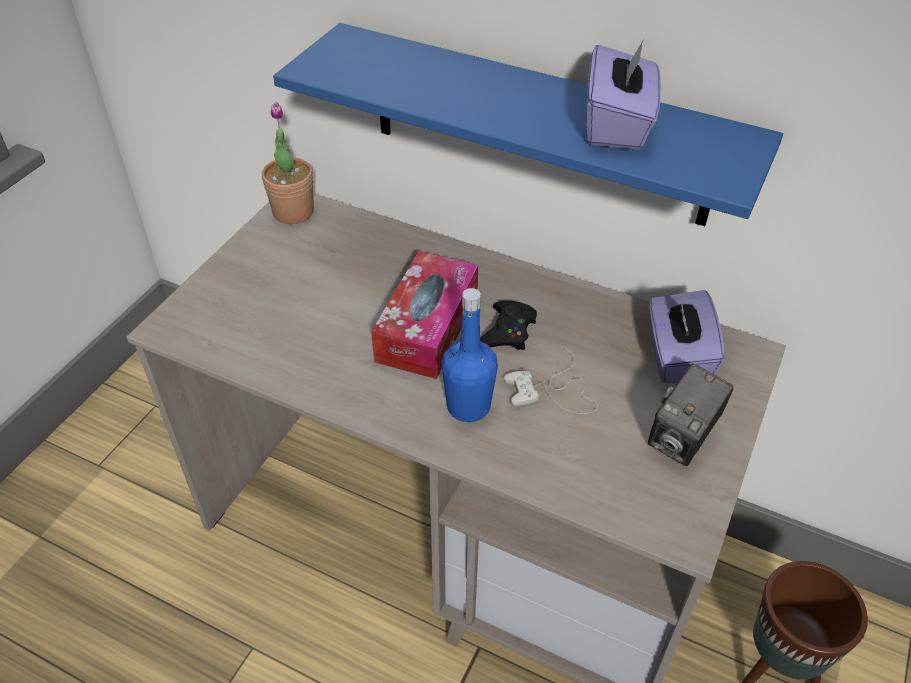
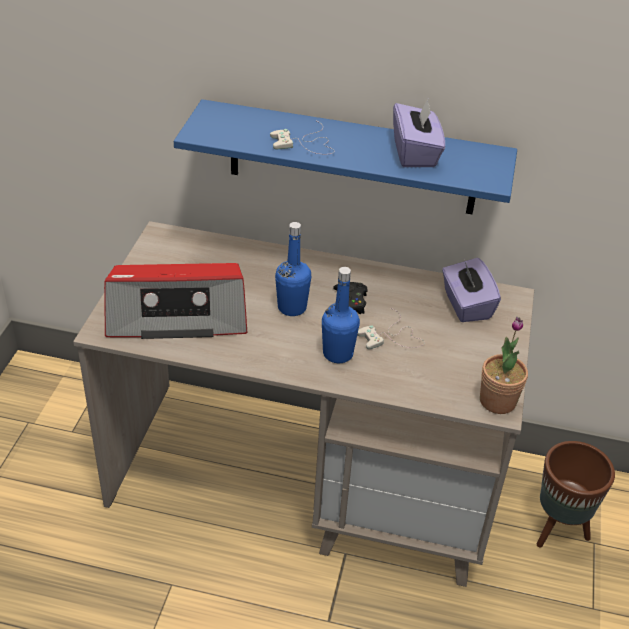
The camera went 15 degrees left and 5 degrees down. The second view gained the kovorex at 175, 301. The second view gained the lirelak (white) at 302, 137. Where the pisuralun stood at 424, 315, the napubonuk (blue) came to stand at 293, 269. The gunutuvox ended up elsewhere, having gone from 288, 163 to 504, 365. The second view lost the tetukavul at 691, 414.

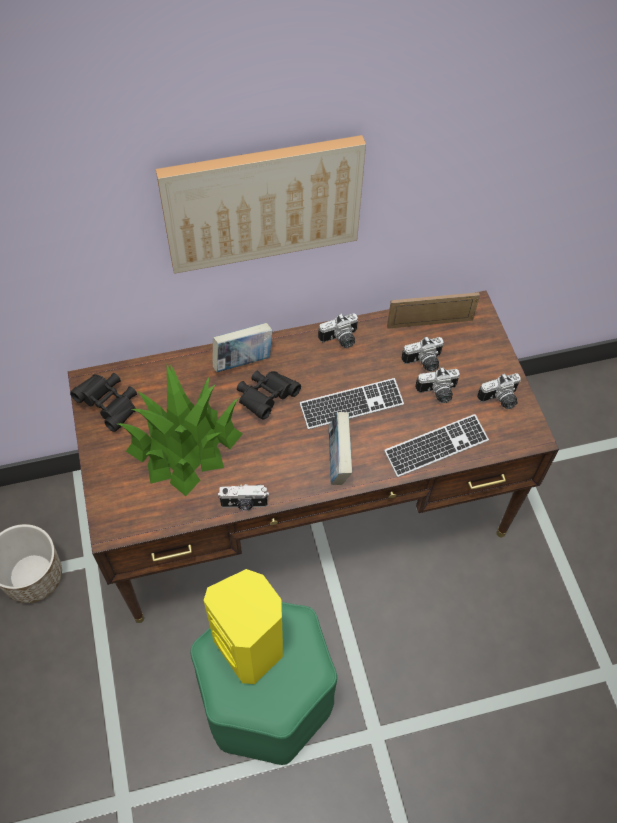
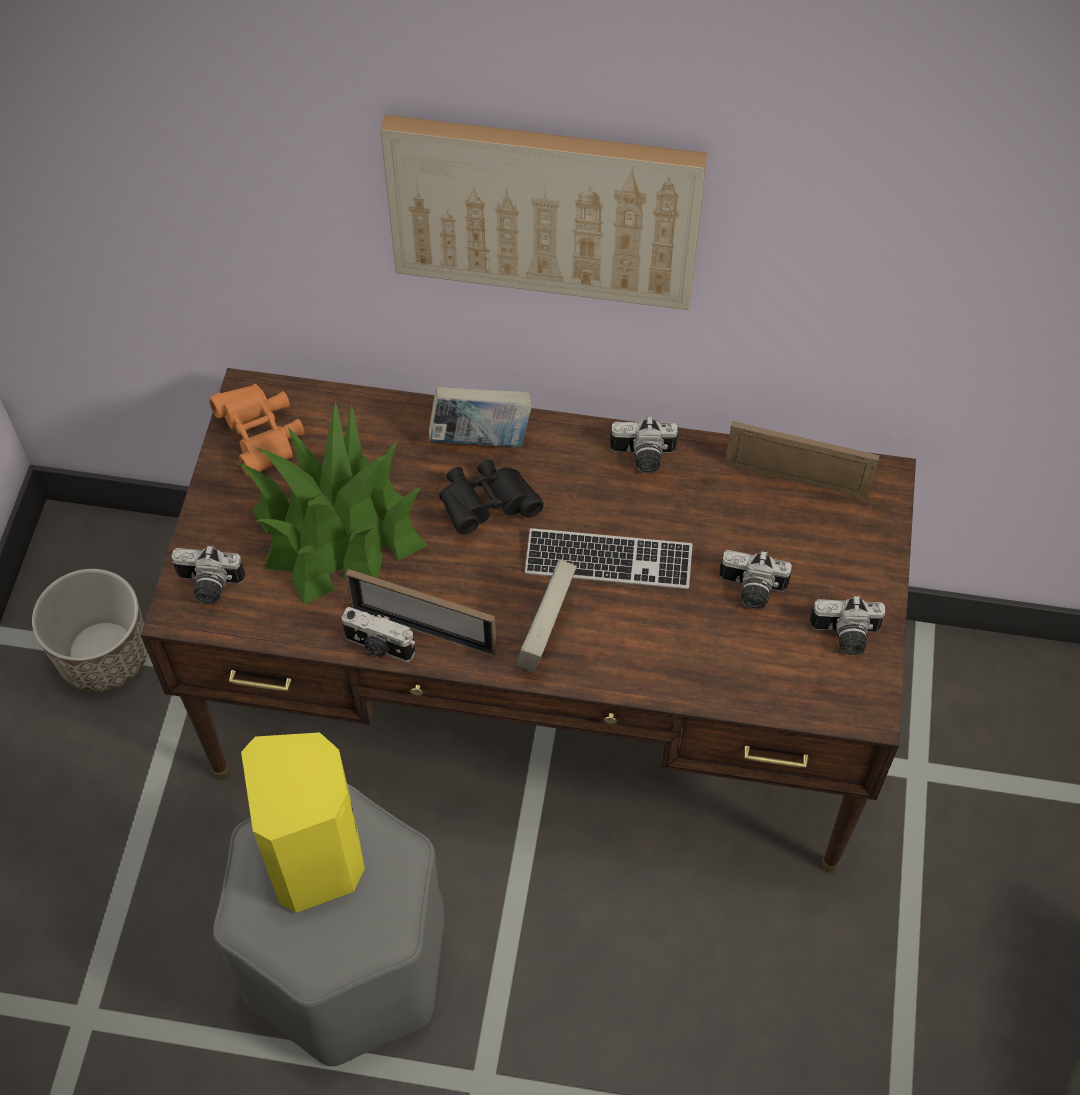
The camera went 25 degrees right and 0 degrees up. The tetukavul ended up elsewhere, having gone from 422, 354 to 208, 574. What was the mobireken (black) at 103, 402 turned into the mobireken (orange) at 257, 430. What was the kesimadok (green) at 263, 683 turned into the kesimadok (grey) at 328, 925. The second view gained the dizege at 421, 613. The second view lost the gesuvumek at 436, 445.

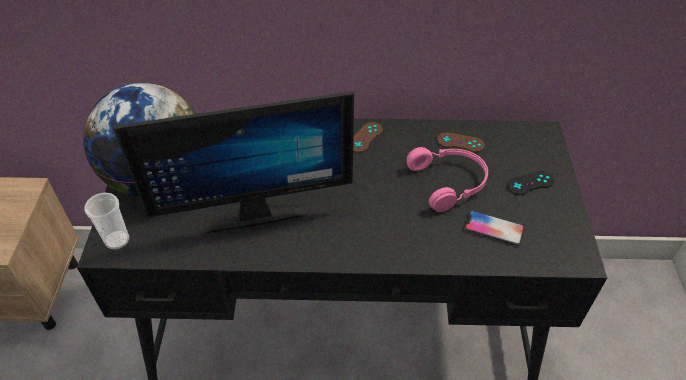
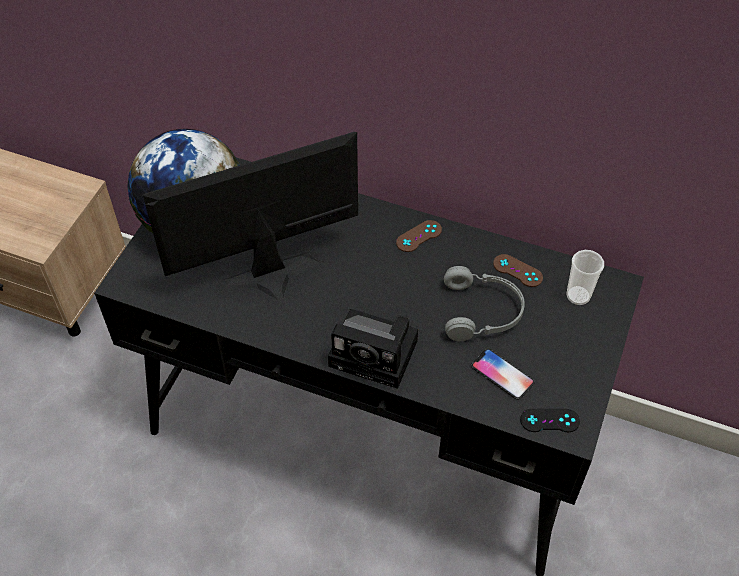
The camera went 20 degrees right and 5 degrees up. The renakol at 233, 162 ended up facing another way, 150 degrees clockwise from before. The second view gained the tetukavul at 373, 349. What was the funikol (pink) at 447, 179 turned into the funikol (grey) at 484, 303. The lirelak (black) ended up elsewhere, having gone from 530, 183 to 550, 420. The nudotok ended up elsewhere, having gone from 106, 221 to 585, 277.

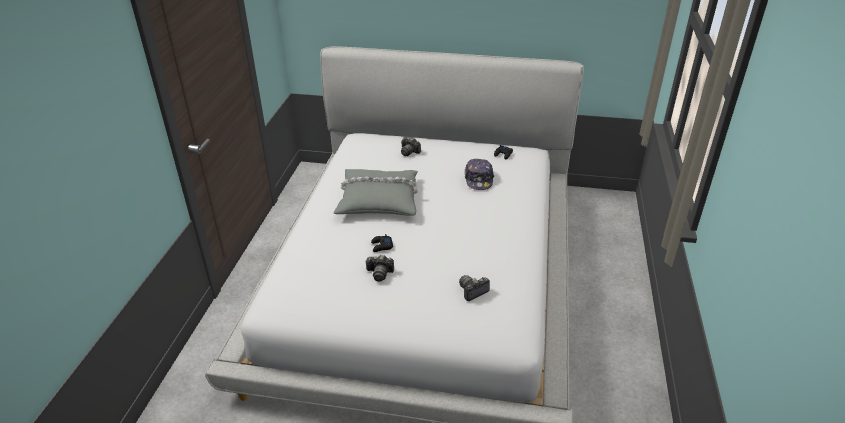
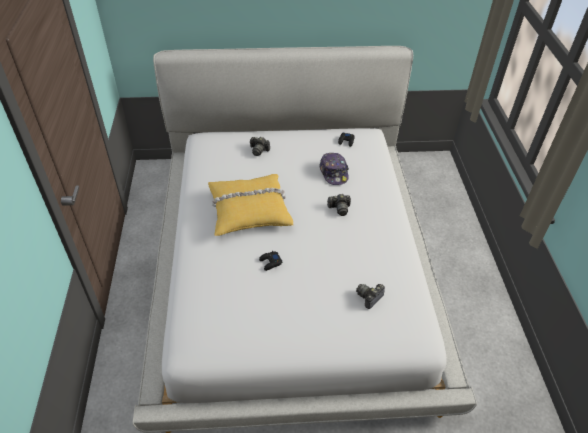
The camera went 15 degrees left and 10 degrees up. What was the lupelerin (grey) at 376, 192 turned into the lupelerin (yellow) at 250, 205. The tetukavul ended up elsewhere, having gone from 379, 268 to 339, 205.

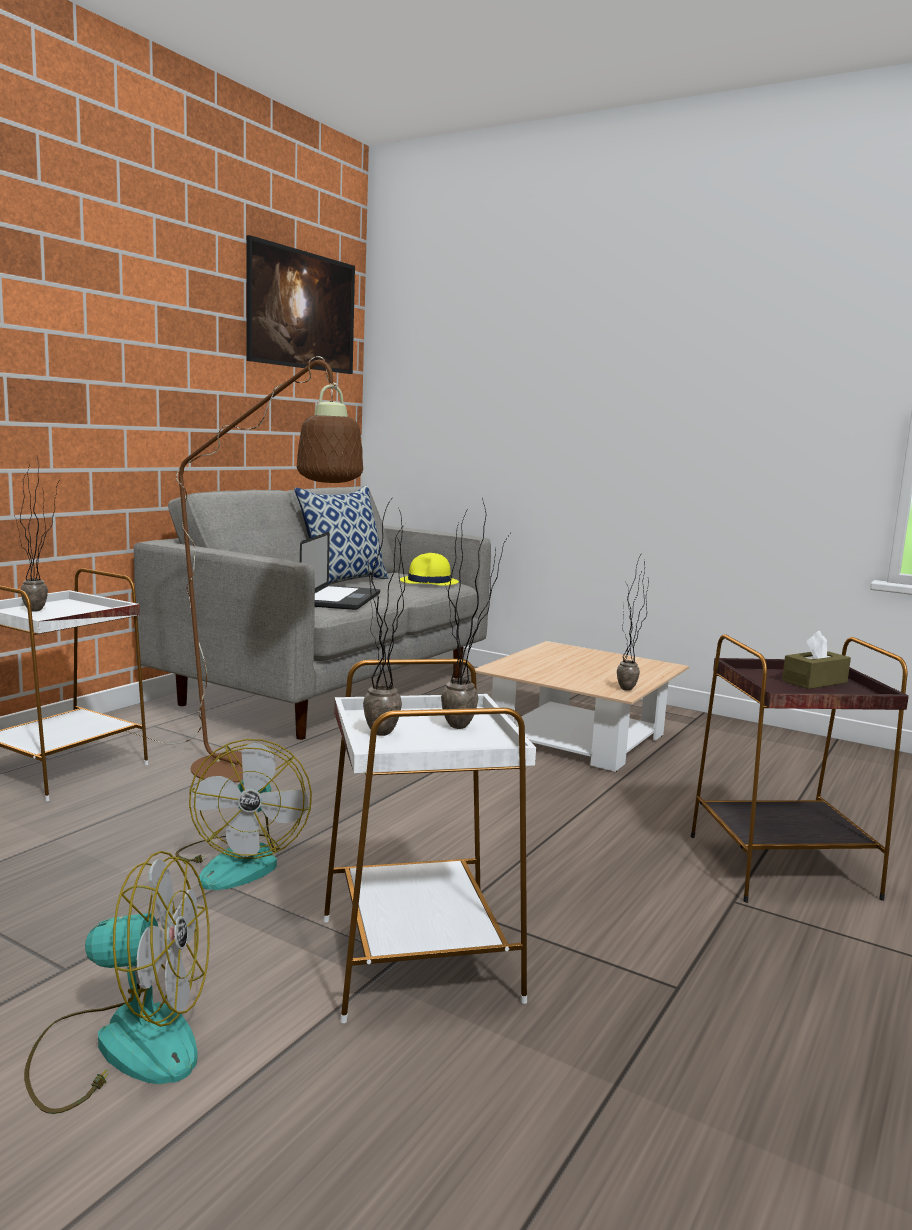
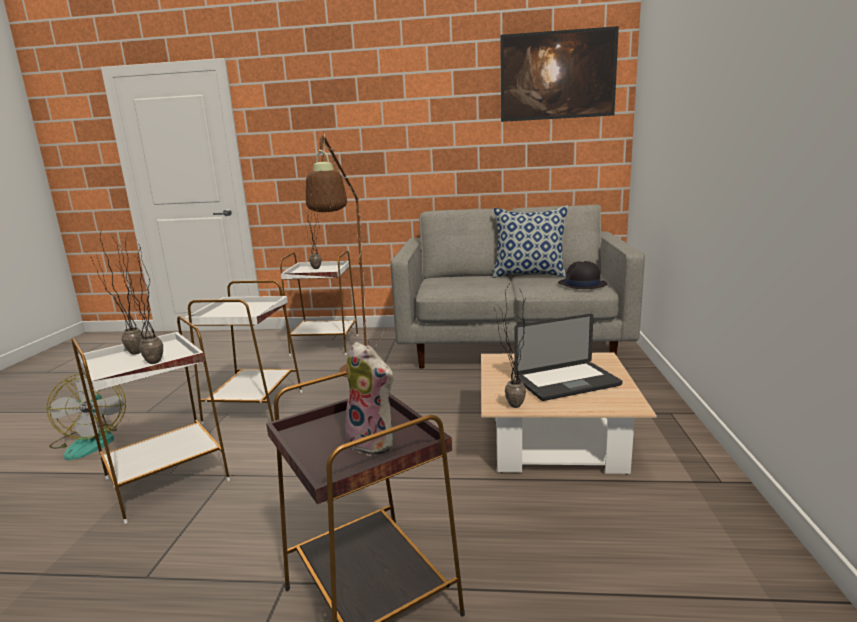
The camera went 65 degrees right and 5 degrees up. Where the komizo stood at 243, 814, the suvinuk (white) came to stand at 243, 352. Where the pisuralun (brown) stood at 816, 660, the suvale came to stand at 369, 399. The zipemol ended up elsewhere, having gone from 340, 571 to 568, 357. What was the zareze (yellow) at 429, 569 turned into the zareze (black) at 582, 275.

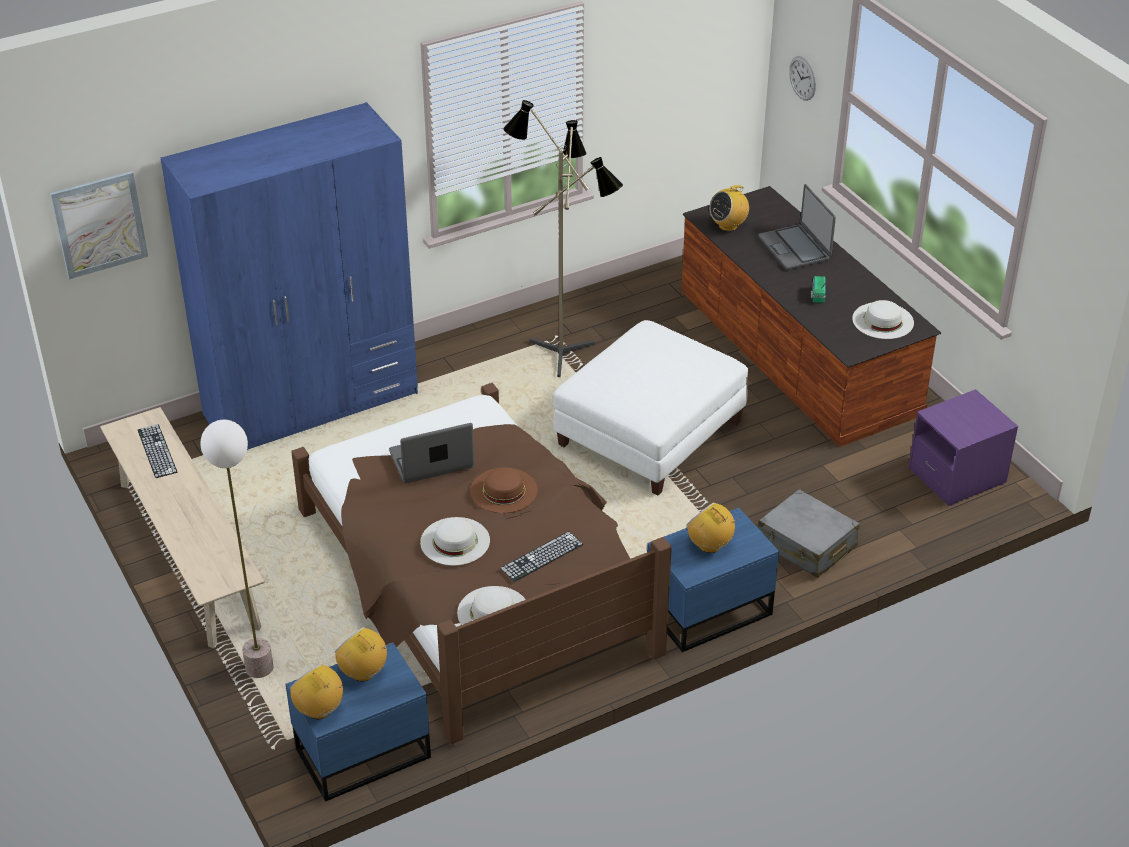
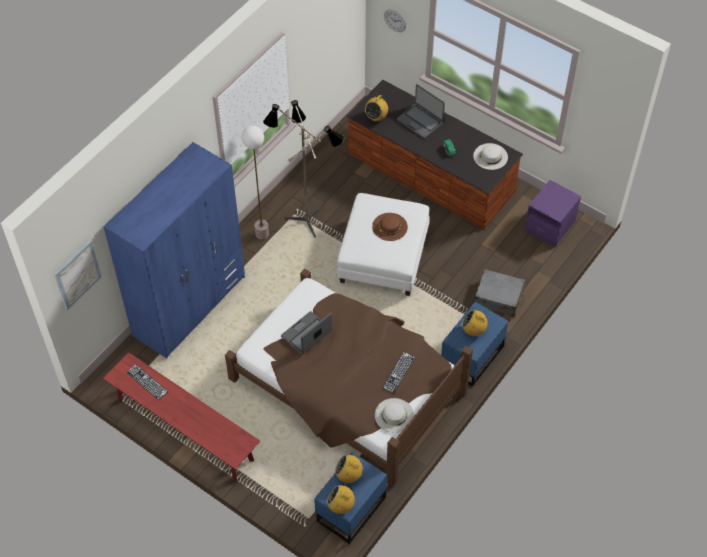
The camera went 25 degrees left and 15 degrees up. What was the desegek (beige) at 182, 527 turned into the desegek (red) at 181, 417. The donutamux ended up elsewhere, having gone from 236, 549 to 255, 182. The zareze (brown) ended up elsewhere, having gone from 504, 490 to 390, 227. The second view lost the zareze (white) at 455, 541.

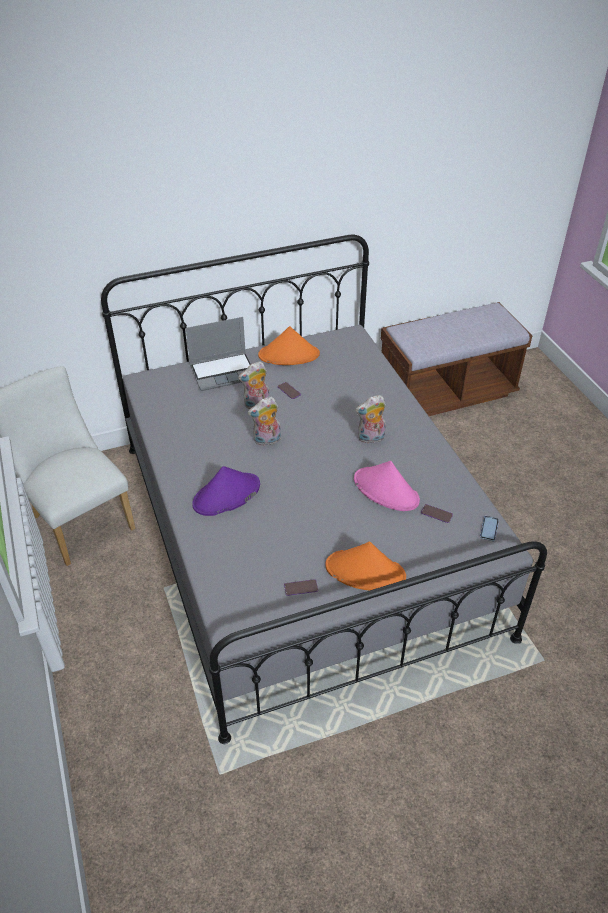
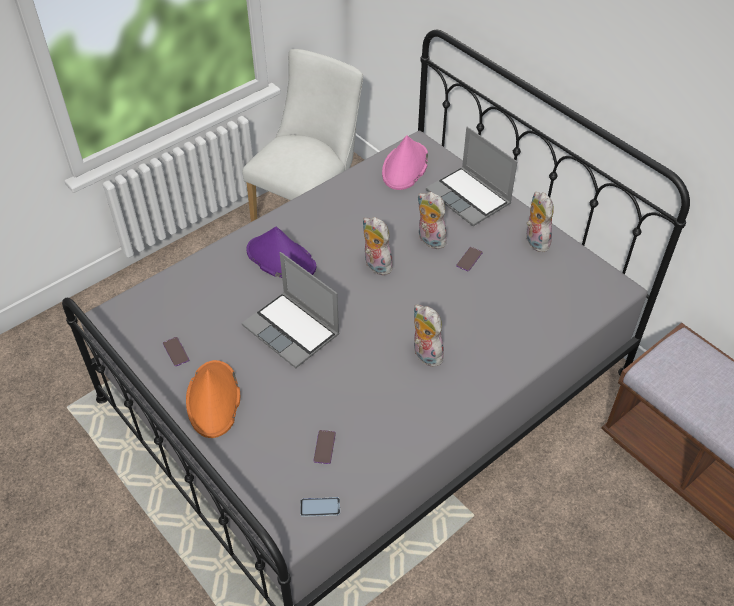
The camera went 70 degrees right and 5 degrees up. The second view gained the zipemol at 291, 310. The zareze (pink) ended up elsewhere, having gone from 387, 486 to 405, 162. Where the zareze (orange) stood at 289, 345, the suvale came to stand at 540, 222.

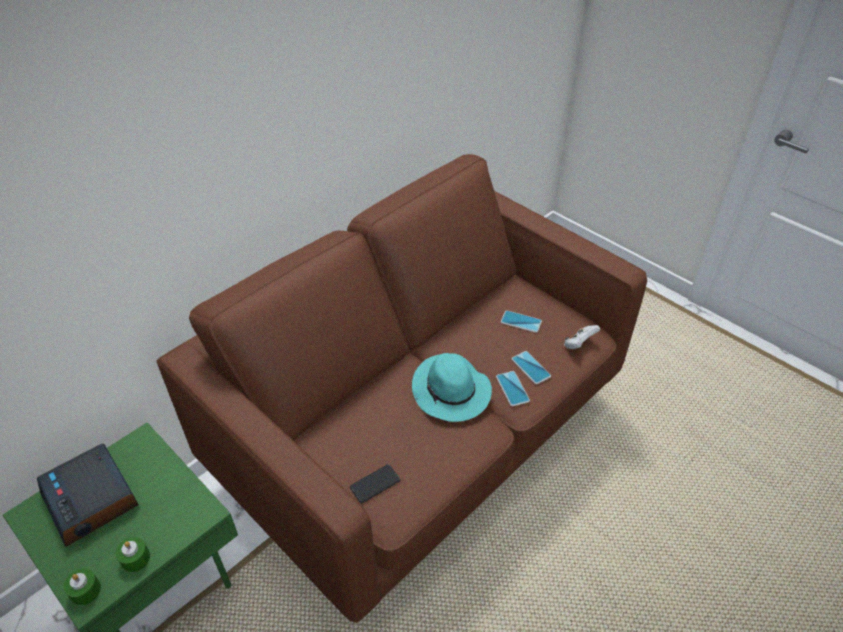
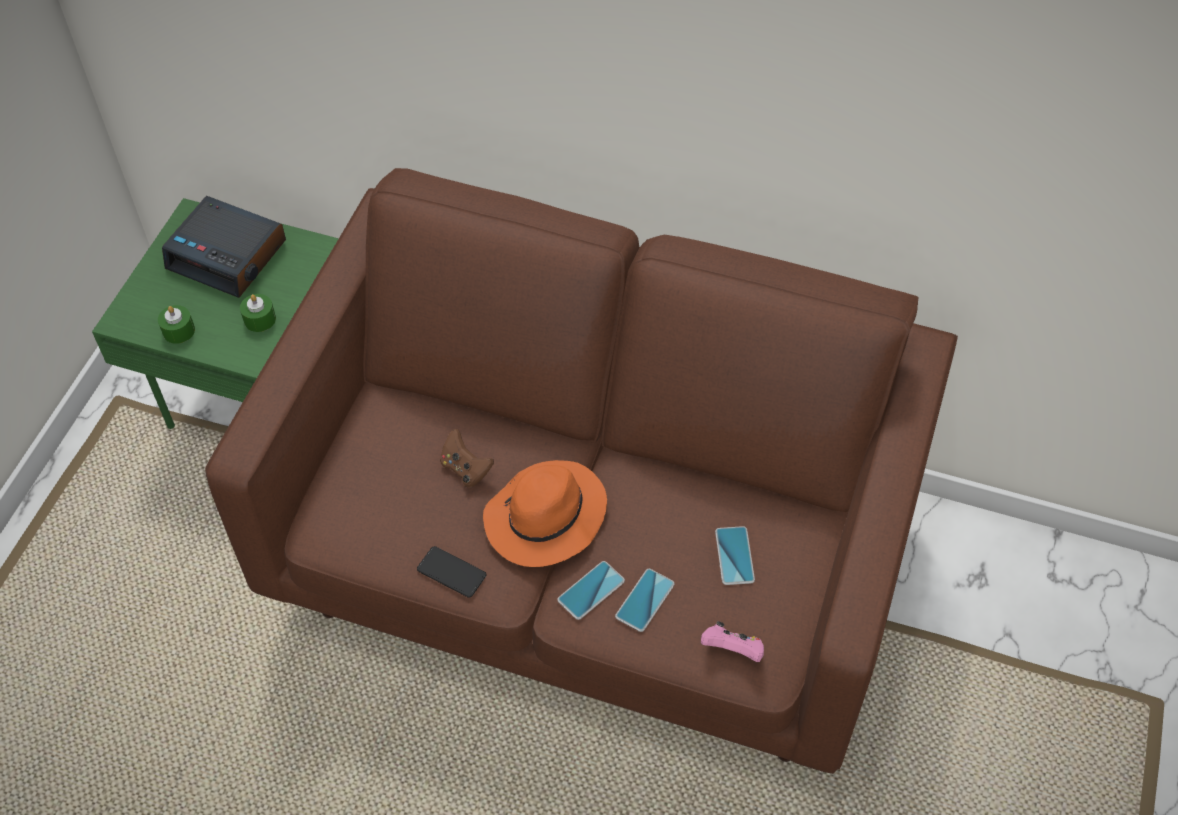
The camera went 65 degrees right and 10 degrees up. The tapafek at 88, 495 ended up facing another way, 90 degrees counterclockwise from before. The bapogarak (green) ended up elsewhere, having gone from 82, 586 to 258, 313. The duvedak ended up elsewhere, having gone from 375, 484 to 451, 572. The second view gained the lirelak (brown) at 467, 458. What was the zareze (turquoise) at 452, 387 turned into the zareze (orange) at 545, 513. What was the lirelak (white) at 582, 337 turned into the lirelak (pink) at 732, 641.

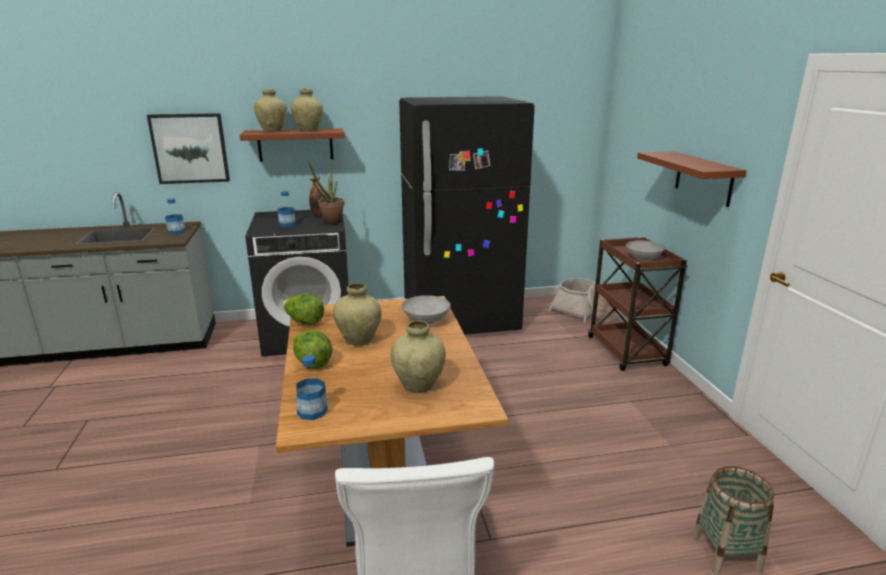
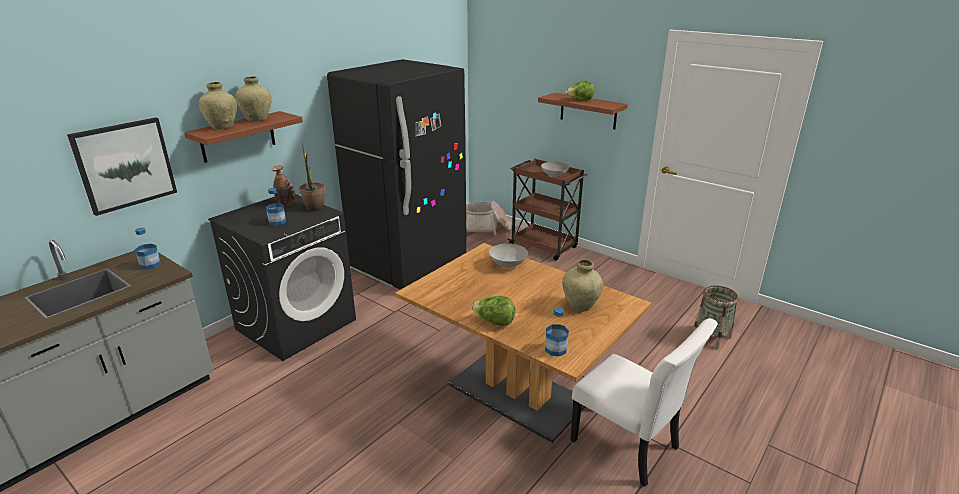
The camera went 40 degrees left and 5 degrees up. The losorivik ended up elsewhere, having gone from 303, 309 to 579, 91. The second view lost the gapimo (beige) at 357, 314.

